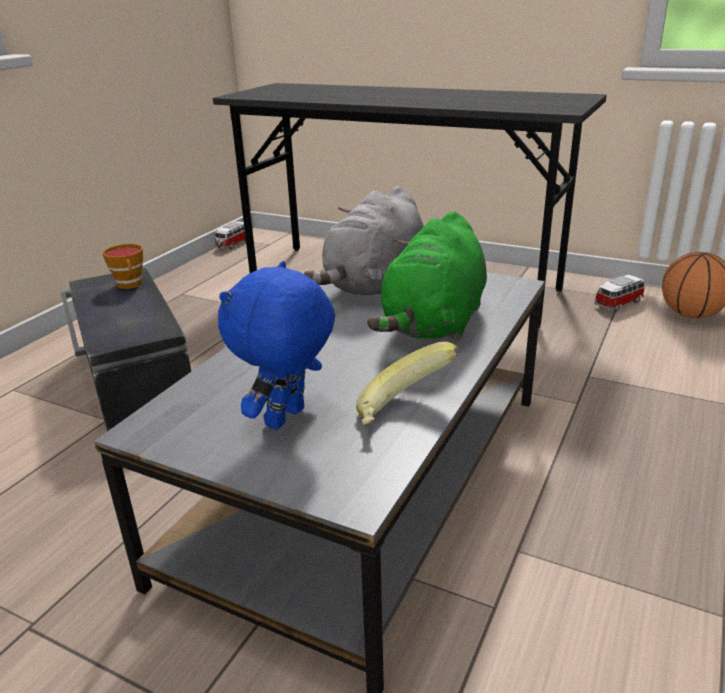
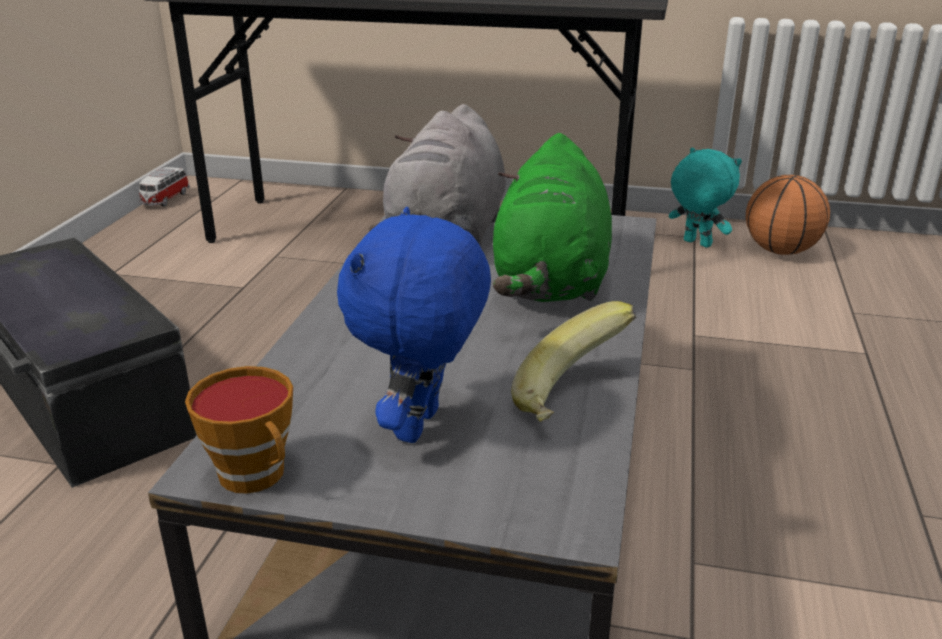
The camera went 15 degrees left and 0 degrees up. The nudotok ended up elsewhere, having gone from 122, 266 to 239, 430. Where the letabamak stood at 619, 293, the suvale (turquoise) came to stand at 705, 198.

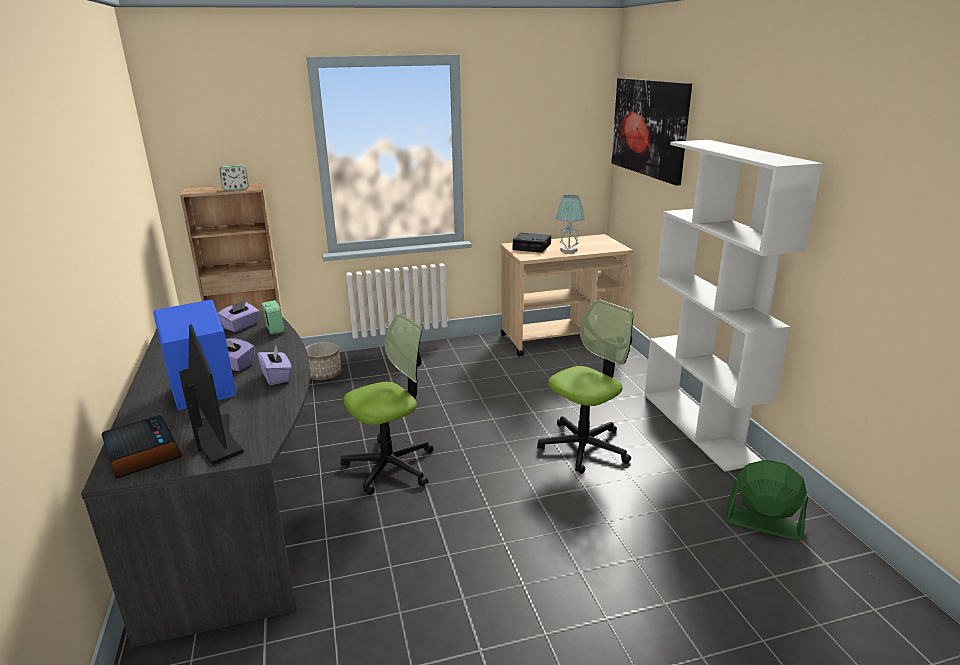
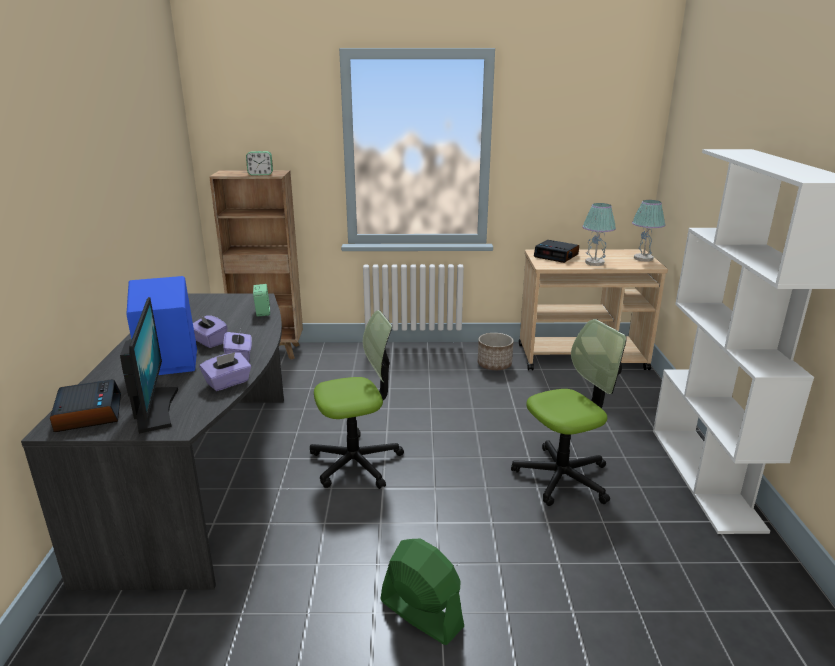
The camera went 15 degrees right and 0 degrees up. The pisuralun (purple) ended up elsewhere, having gone from 239, 316 to 225, 371. The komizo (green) ended up elsewhere, having gone from 766, 500 to 422, 592. The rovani ended up elsewhere, having gone from 323, 361 to 496, 351. The second view gained the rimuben at 648, 231. The second view lost the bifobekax at 652, 131.

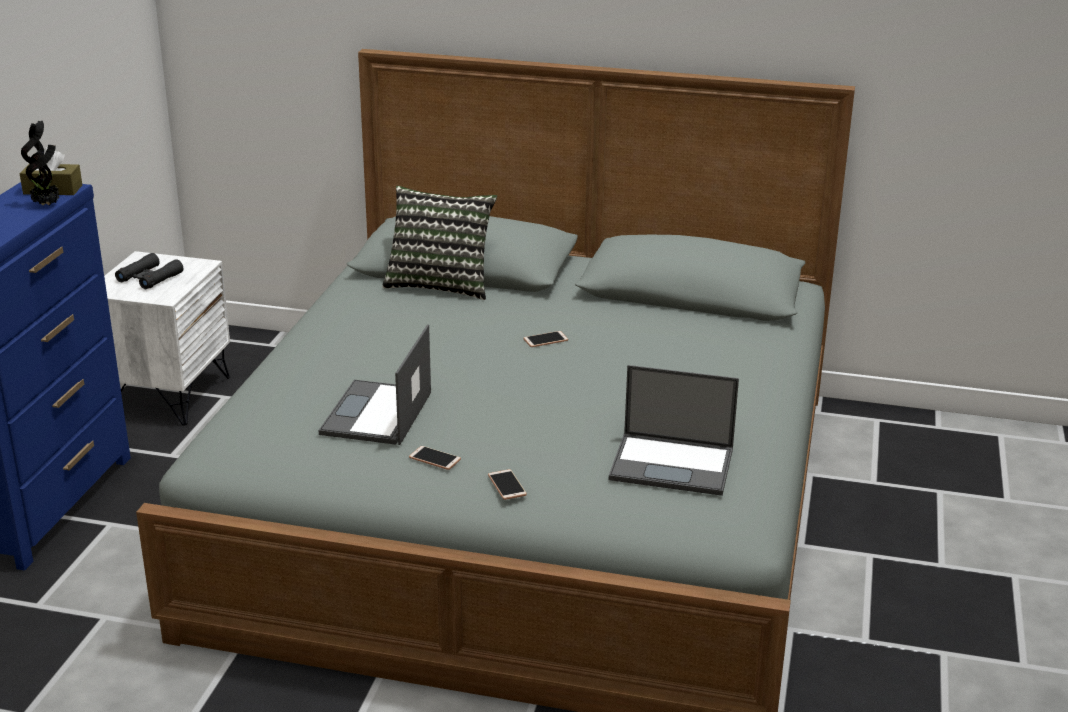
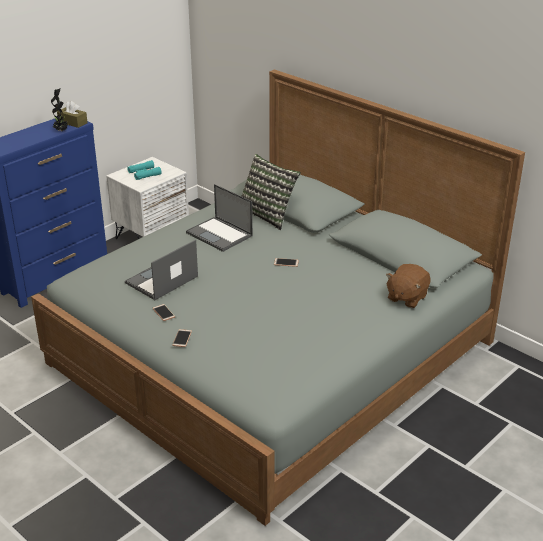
The camera went 30 degrees right and 5 degrees up. What was the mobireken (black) at 149, 271 turned into the mobireken (turquoise) at 144, 170. The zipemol ended up elsewhere, having gone from 674, 430 to 219, 218. The second view gained the suvale (brown) at 408, 286.

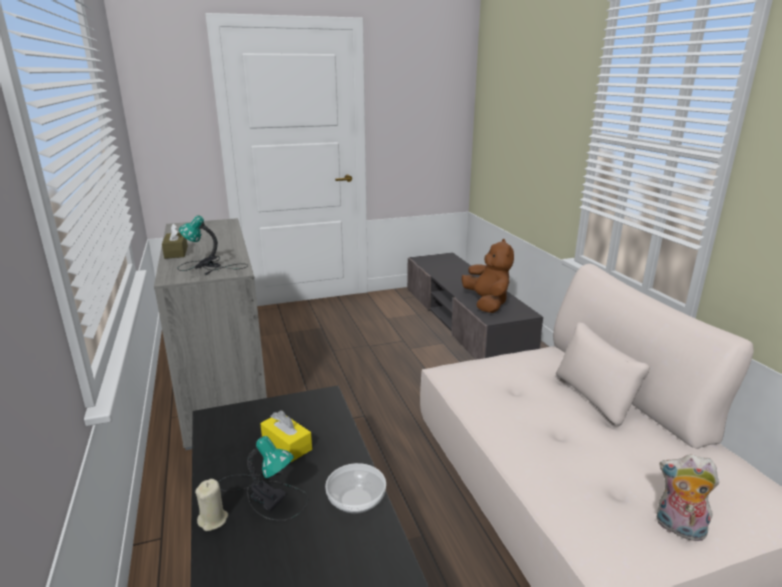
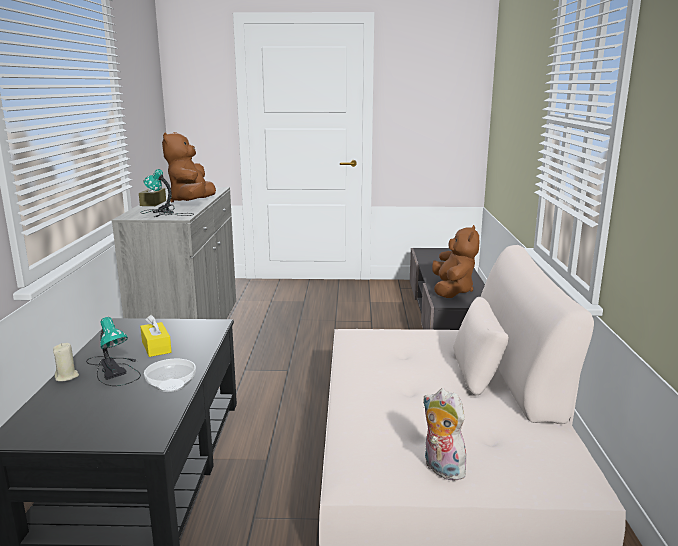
The camera went 20 degrees right and 5 degrees down. The second view gained the suvale (brown) at 189, 167.

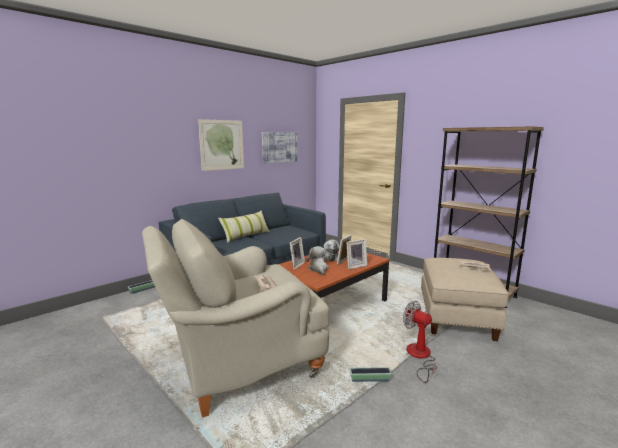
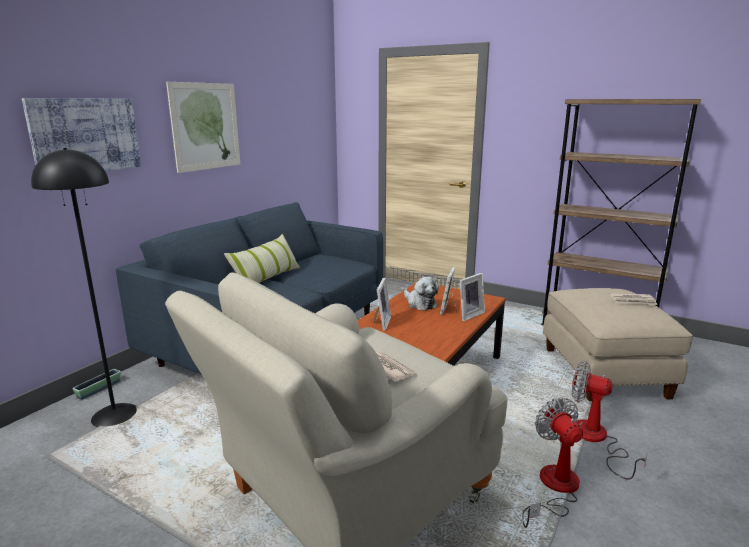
The camera went 15 degrees left and 5 degrees up. The bifobekax ended up elsewhere, having gone from 279, 147 to 81, 134. The second view gained the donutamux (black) at 84, 287. Where the rovani stood at 371, 374, the komizo came to stand at 552, 462. The second view lost the suvale at 317, 260.

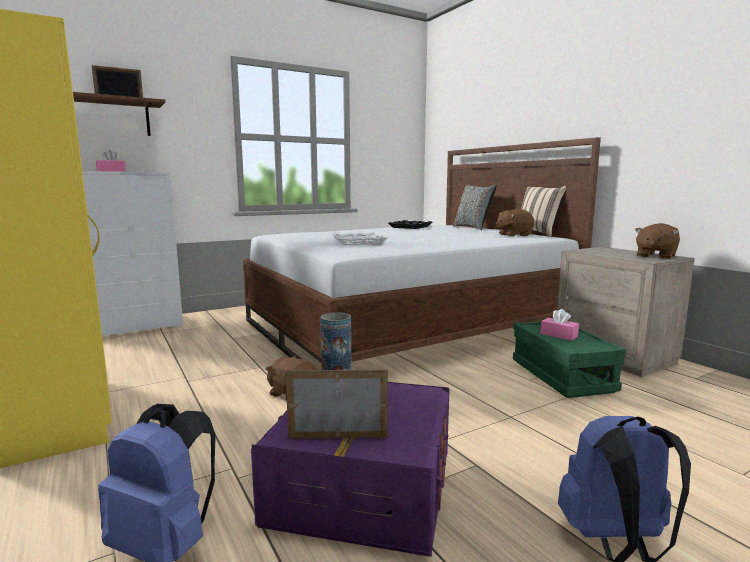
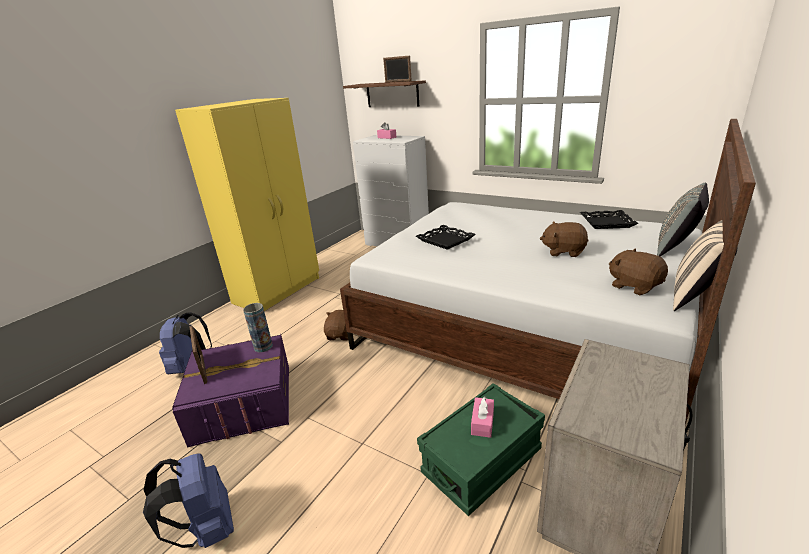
The camera went 65 degrees right and 15 degrees up. What was the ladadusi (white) at 360, 238 turned into the ladadusi (black) at 446, 237. The suvale (brown) ended up elsewhere, having gone from 657, 241 to 564, 239.

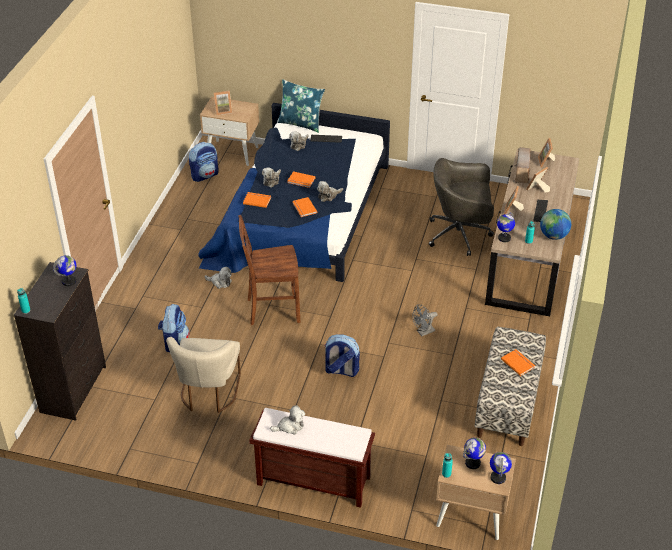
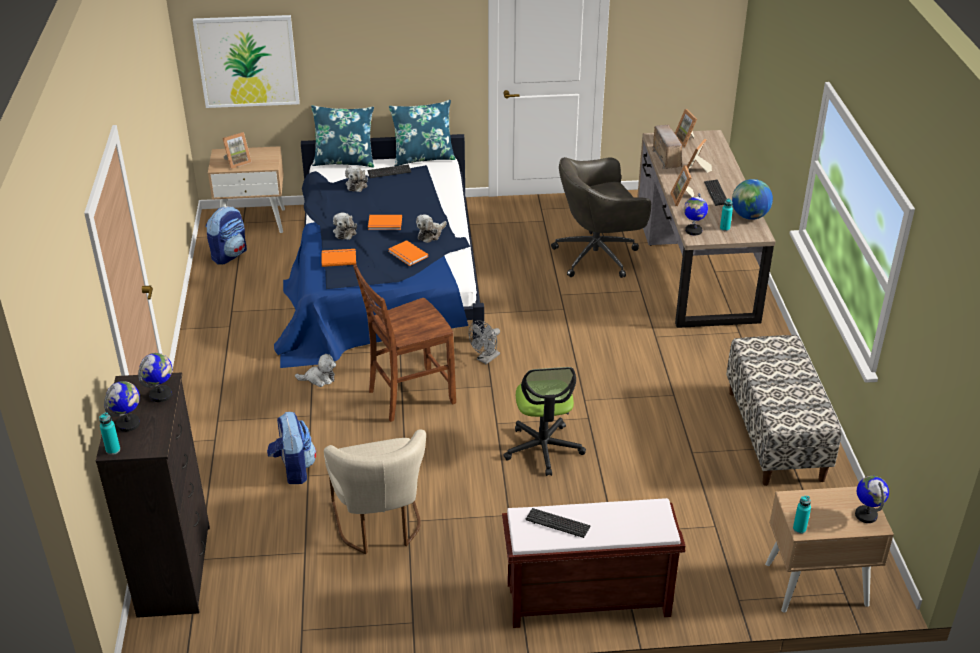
The camera went 20 degrees left and 5 degrees down. The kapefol ended up elsewhere, having gone from 474, 453 to 122, 406. The second view gained the bifobekax at 246, 61. The second view gained the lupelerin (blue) at 422, 133. The komizo (grey) ended up elsewhere, having gone from 425, 320 to 484, 342. Where the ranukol stood at 342, 355, the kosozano came to stand at 544, 421. Where the suvale stood at 287, 420, the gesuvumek came to stand at 558, 523. The second view lost the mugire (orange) at 518, 362.

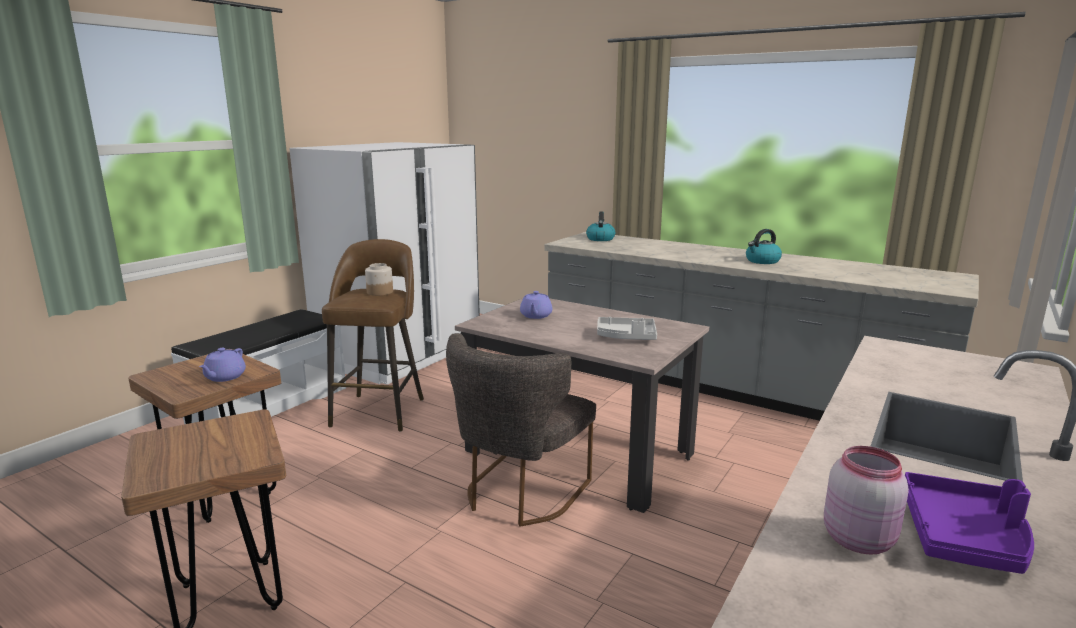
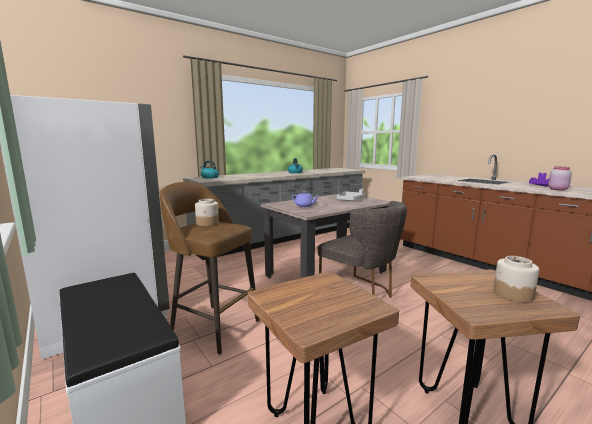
The camera went 70 degrees left and 5 degrees down. The second view gained the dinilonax at 516, 279. The second view lost the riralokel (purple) at 222, 365.

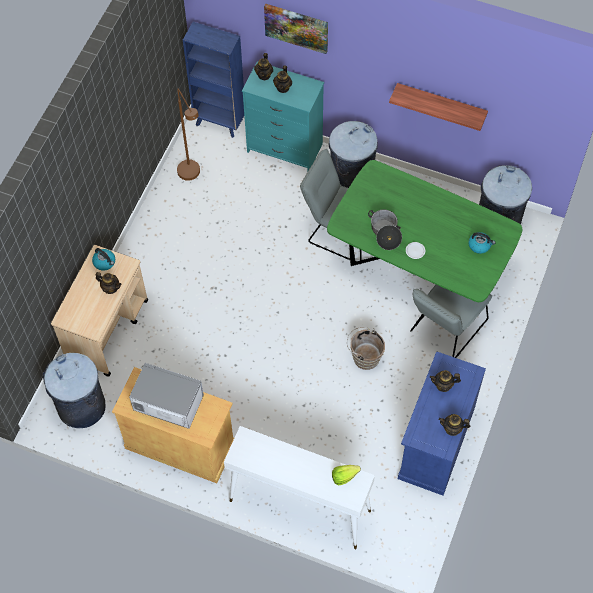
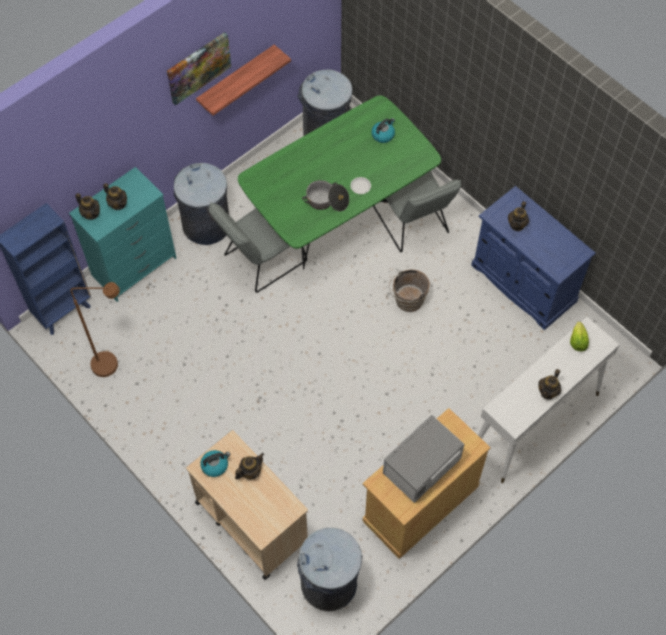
The camera went 65 degrees left and 0 degrees up. The bifobekax ended up elsewhere, having gone from 296, 29 to 199, 69. The riralokel ended up elsewhere, having gone from 454, 425 to 549, 384.

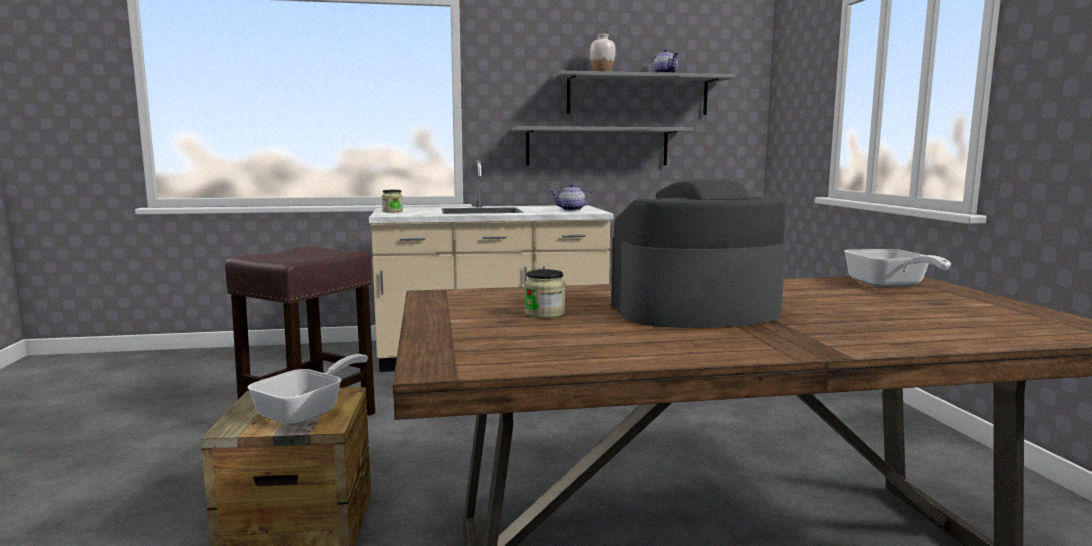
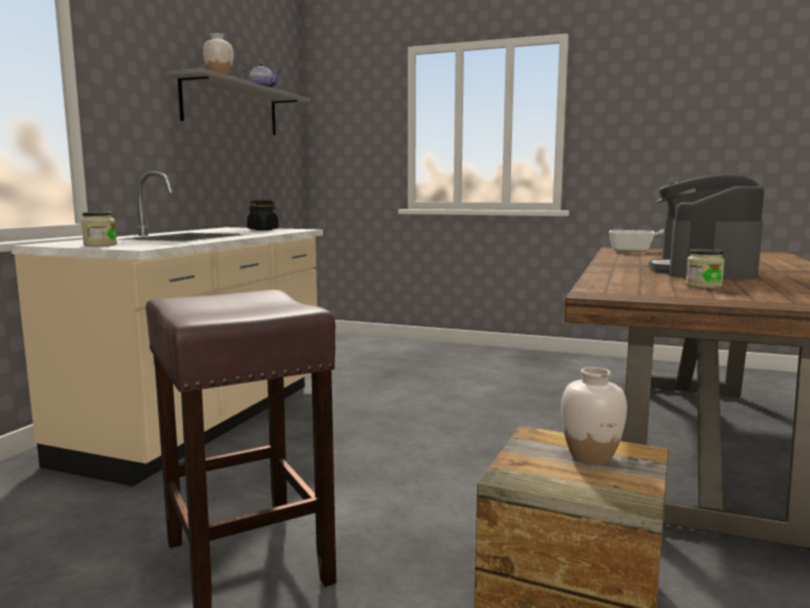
The camera went 60 degrees left and 0 degrees up. Where the riralokel stood at 572, 197, the dinilonax (black) came to stand at 263, 215. Where the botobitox stood at 308, 389, the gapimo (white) came to stand at 594, 416. The second view lost the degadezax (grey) at 602, 146.

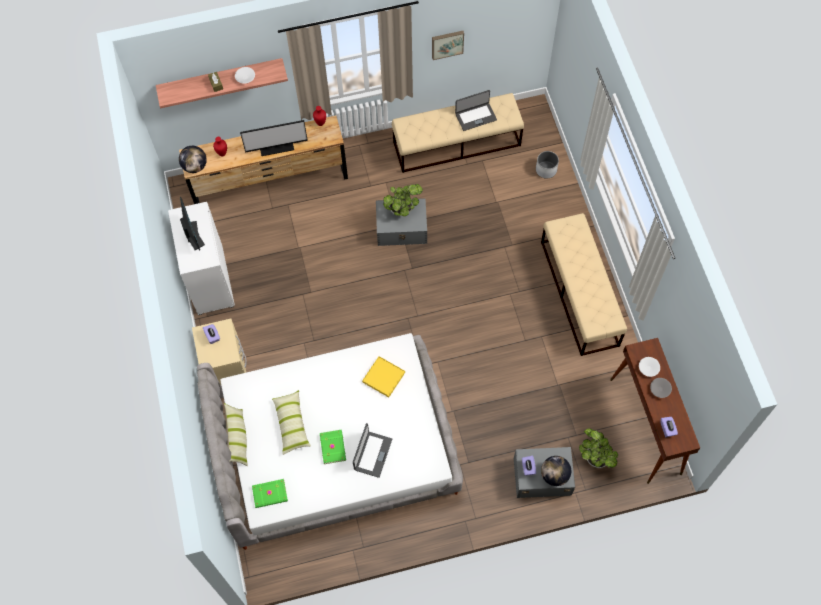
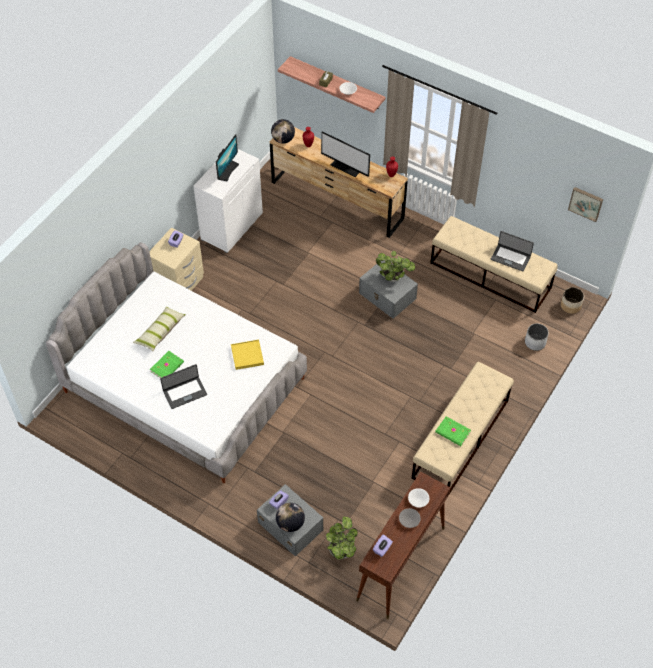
The camera went 45 degrees right and 10 degrees down. The mugire (green) ended up elsewhere, having gone from 270, 493 to 453, 431. The second view gained the rovani at 572, 300. The bifobekax ended up elsewhere, having gone from 448, 45 to 585, 204. The second view lost the lupelerin at 236, 435.

